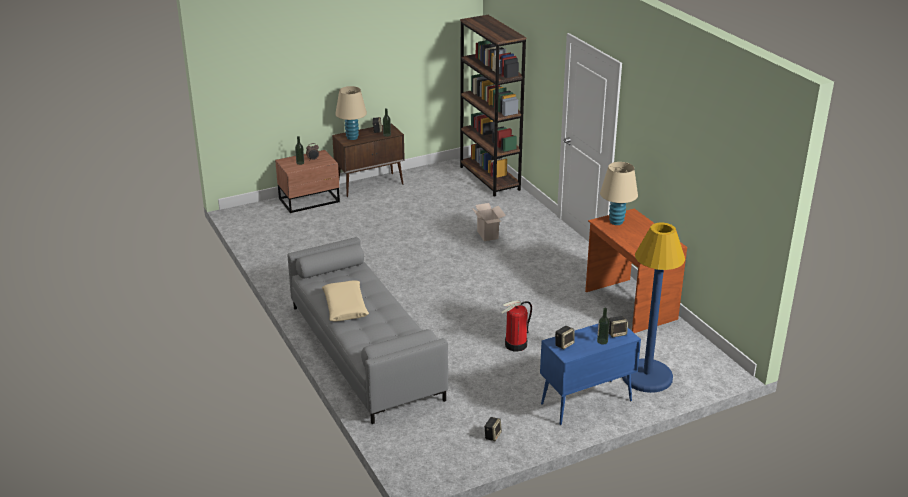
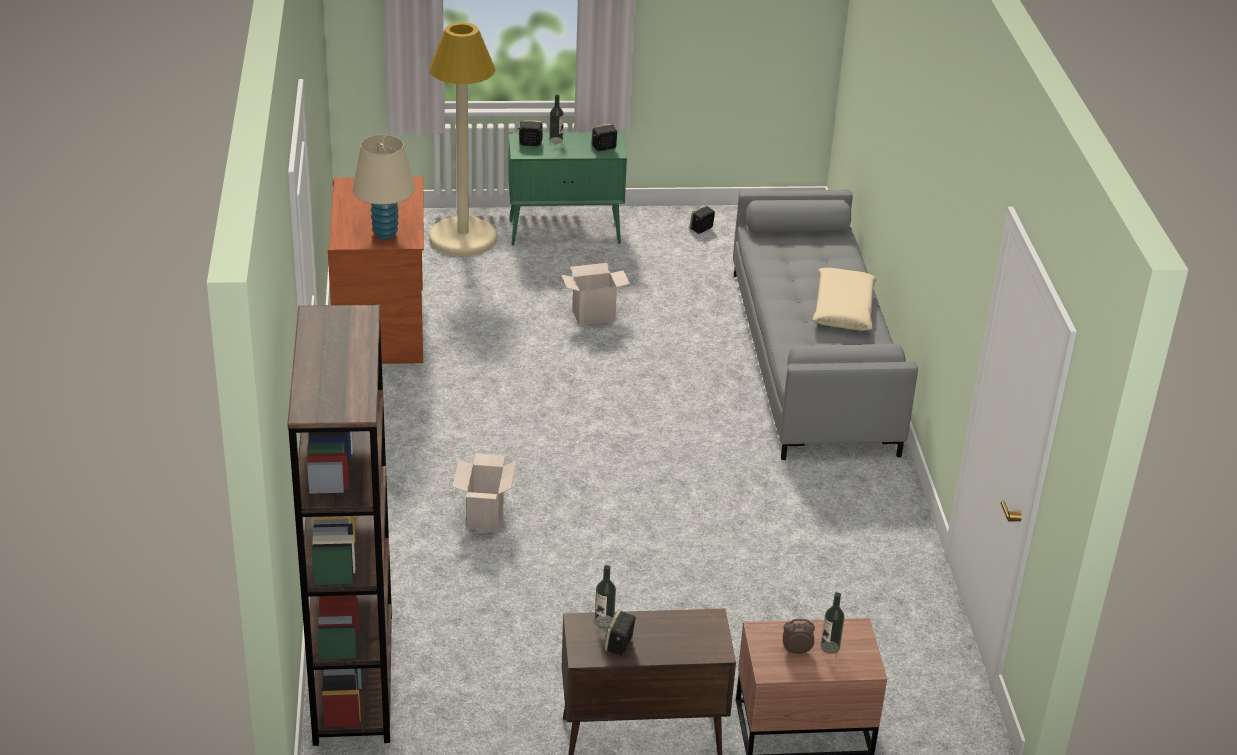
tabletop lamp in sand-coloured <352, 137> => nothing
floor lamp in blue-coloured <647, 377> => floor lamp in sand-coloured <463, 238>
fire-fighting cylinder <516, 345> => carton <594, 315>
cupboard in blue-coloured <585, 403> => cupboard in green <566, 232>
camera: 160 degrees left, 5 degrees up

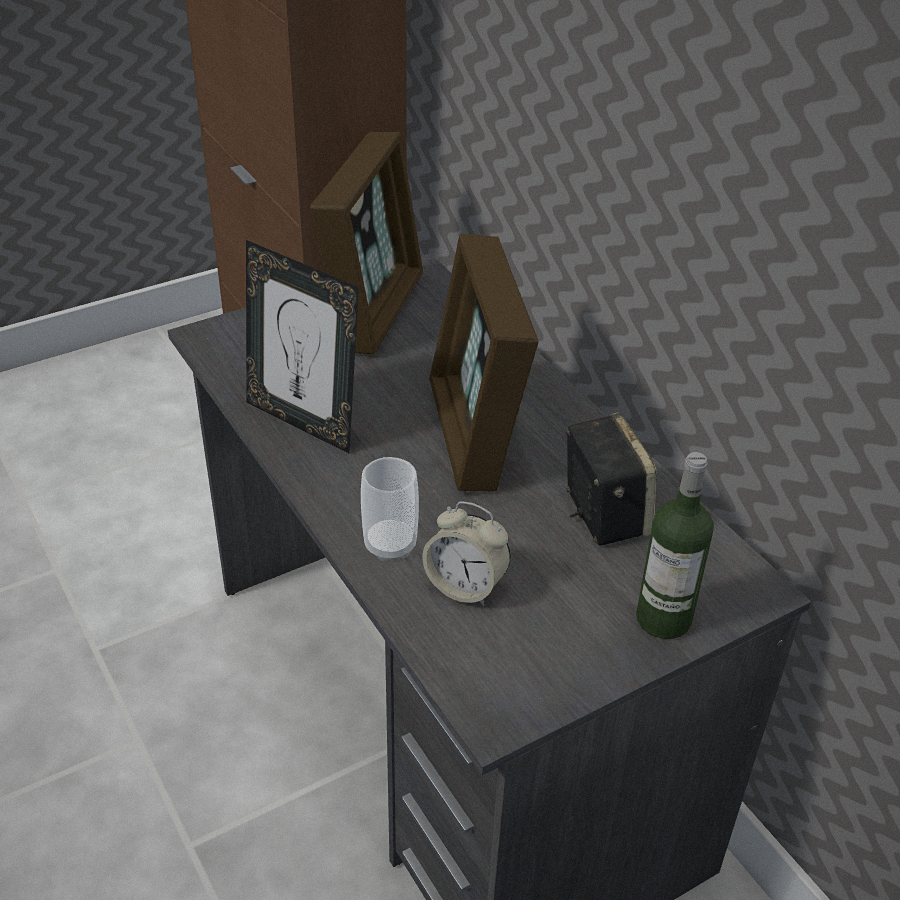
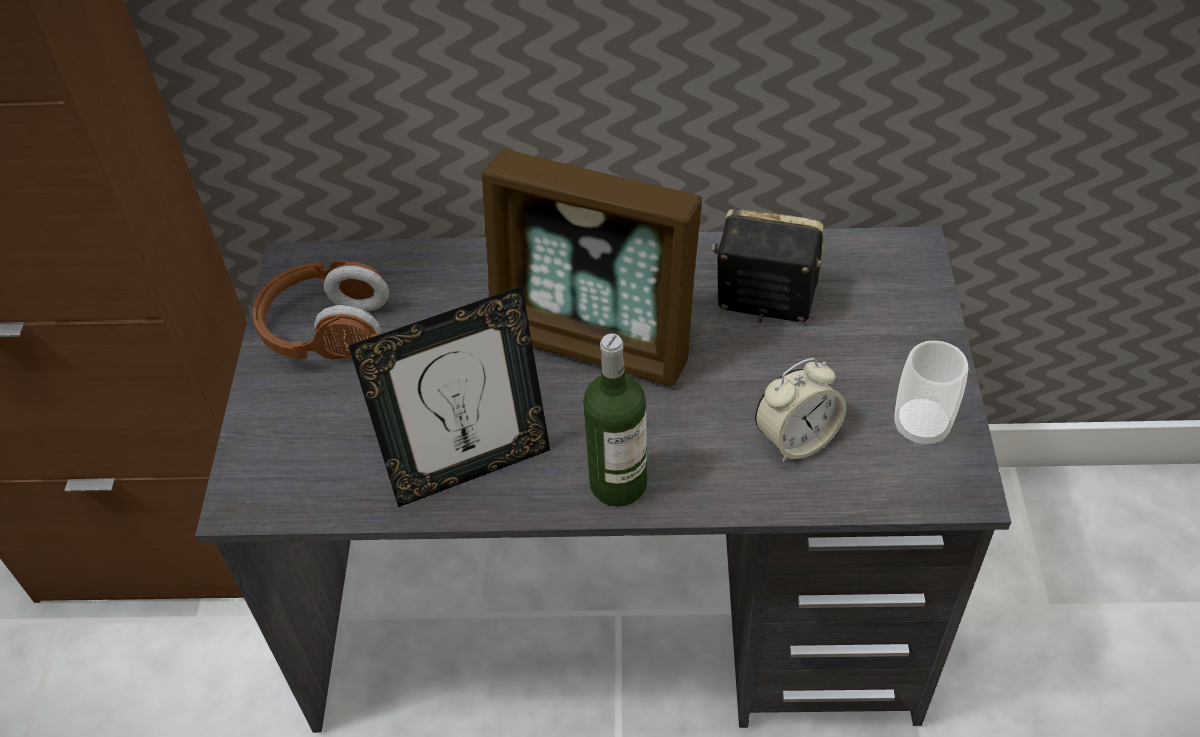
photo frame <373, 310> => headset in brown-coloured <328, 331>
drink bottle <663, 618> => drink bottle <618, 483>, relocated
drinking cup <390, 545> => drinking cup <921, 426>, relocated
camera: 55 degrees left, 10 degrees up

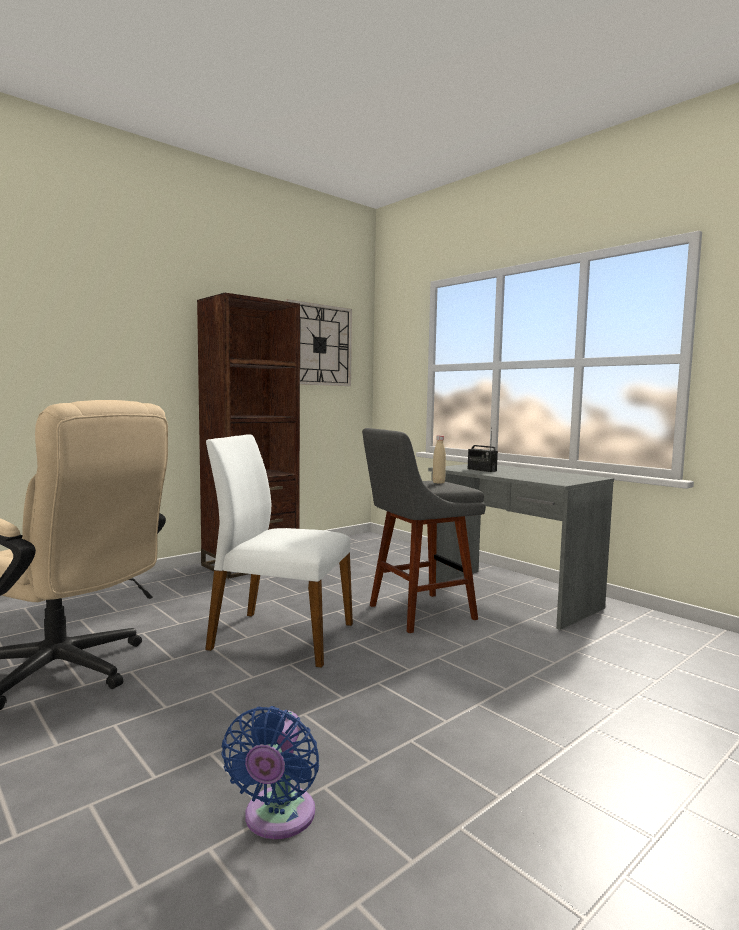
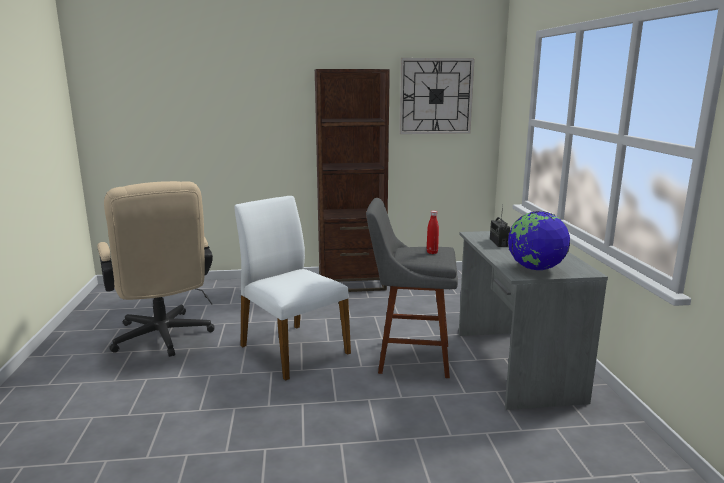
drink bottle in sand-coloured <438, 482> => drink bottle in red <432, 252>
fan in blue-coloured <277, 819> => nothing
nothing => globe <535, 268>
camera: 35 degrees right, 10 degrees up

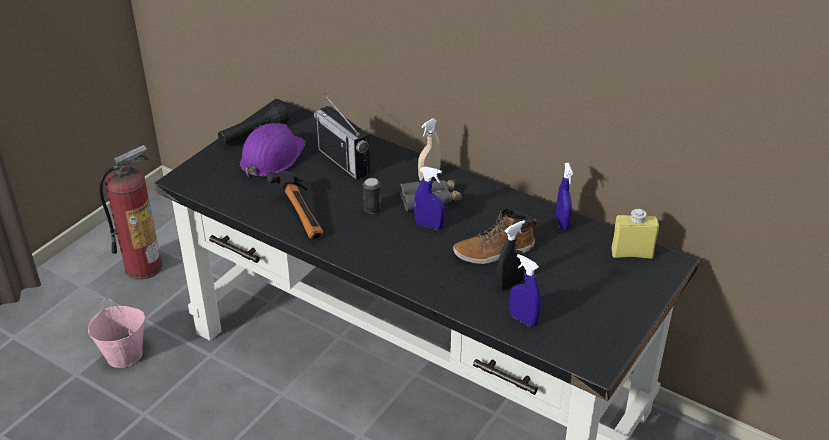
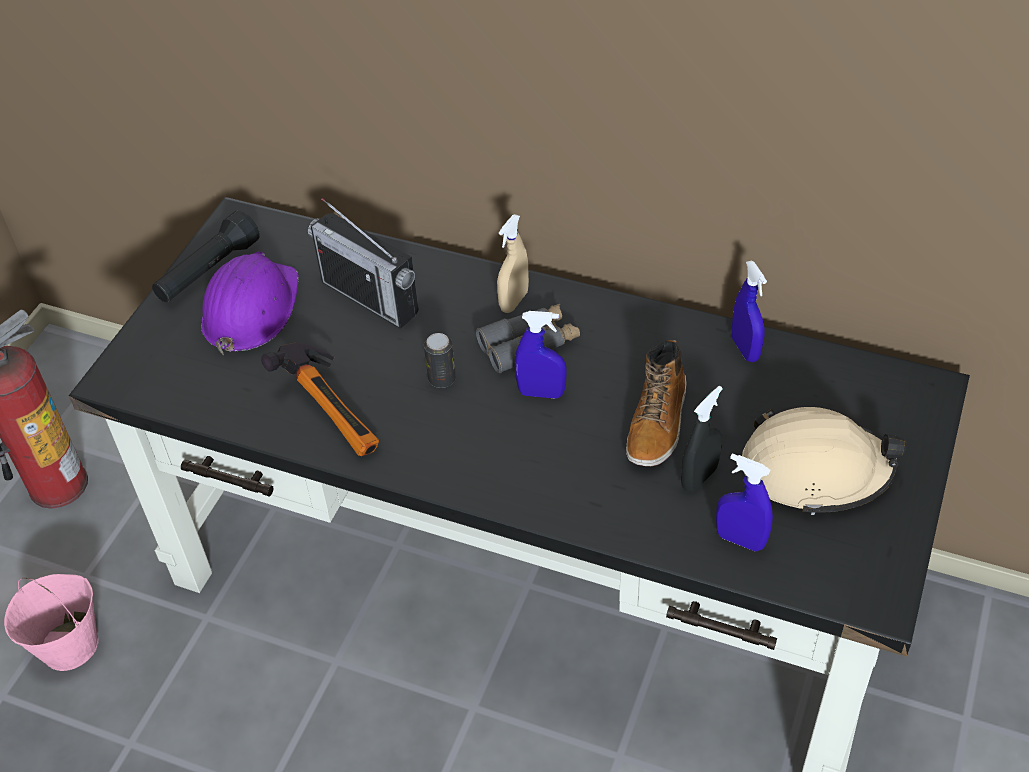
boot <494, 252> => boot <657, 423>, 45 degrees counterclockwise
drink bottle in yellowish <632, 254> => nothing
nothing => work helmet in sand-coloured <815, 470>
camera: 10 degrees left, 10 degrees up

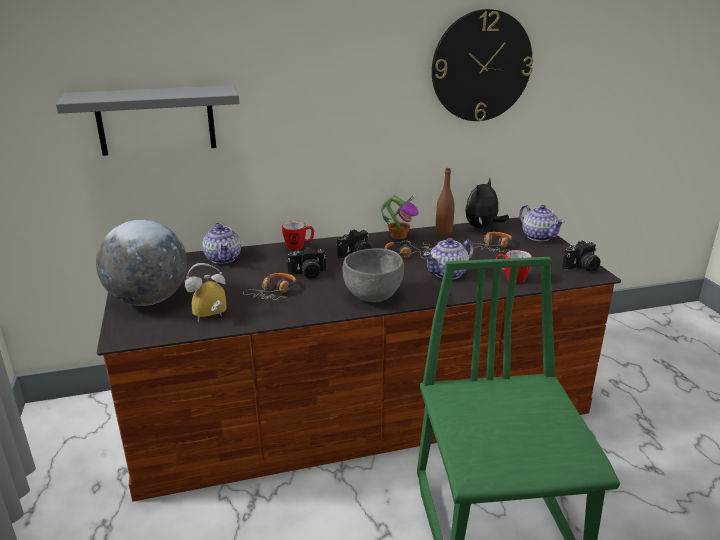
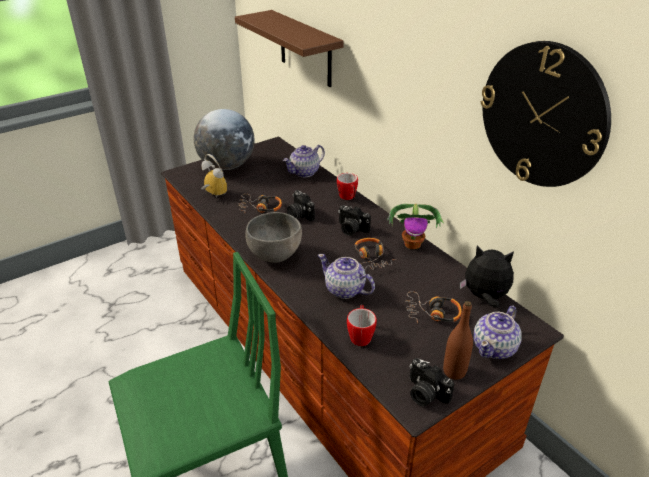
bracket shelf in gray <156, 120> => bracket shelf in brown-coloured <305, 49>
drink bottle in brown-coloured <443, 233> => drink bottle in brown-coloured <454, 371>, relocated
camera: 70 degrees right, 10 degrees up

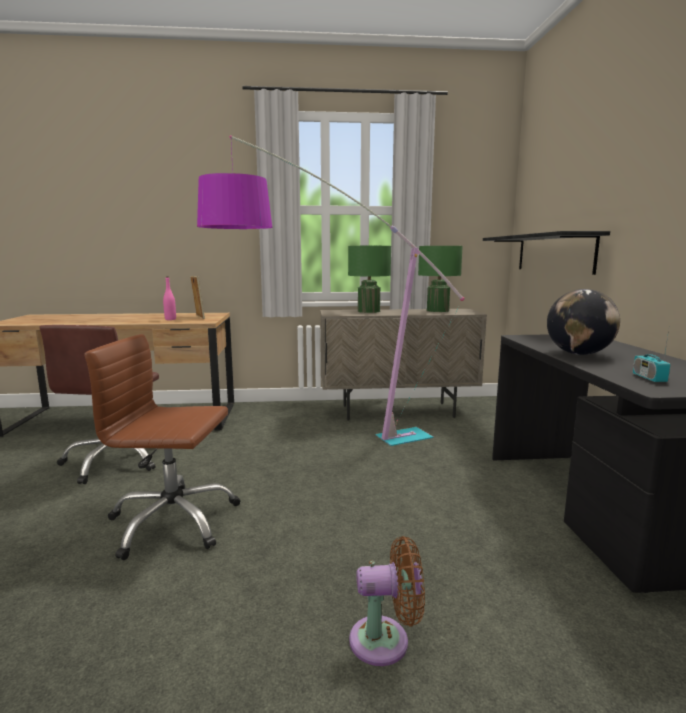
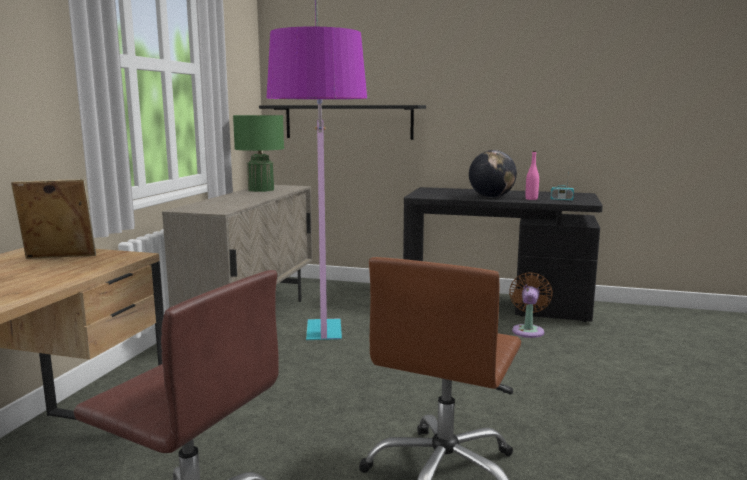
tabletop lamp in green <368, 311> => nothing
drink bottle in pinkish <170, 319> => drink bottle in pinkish <531, 199>, relocated
fan in brown-coloured <386, 640> => fan in brown-coloured <528, 330>, relocated
camera: 70 degrees left, 0 degrees up

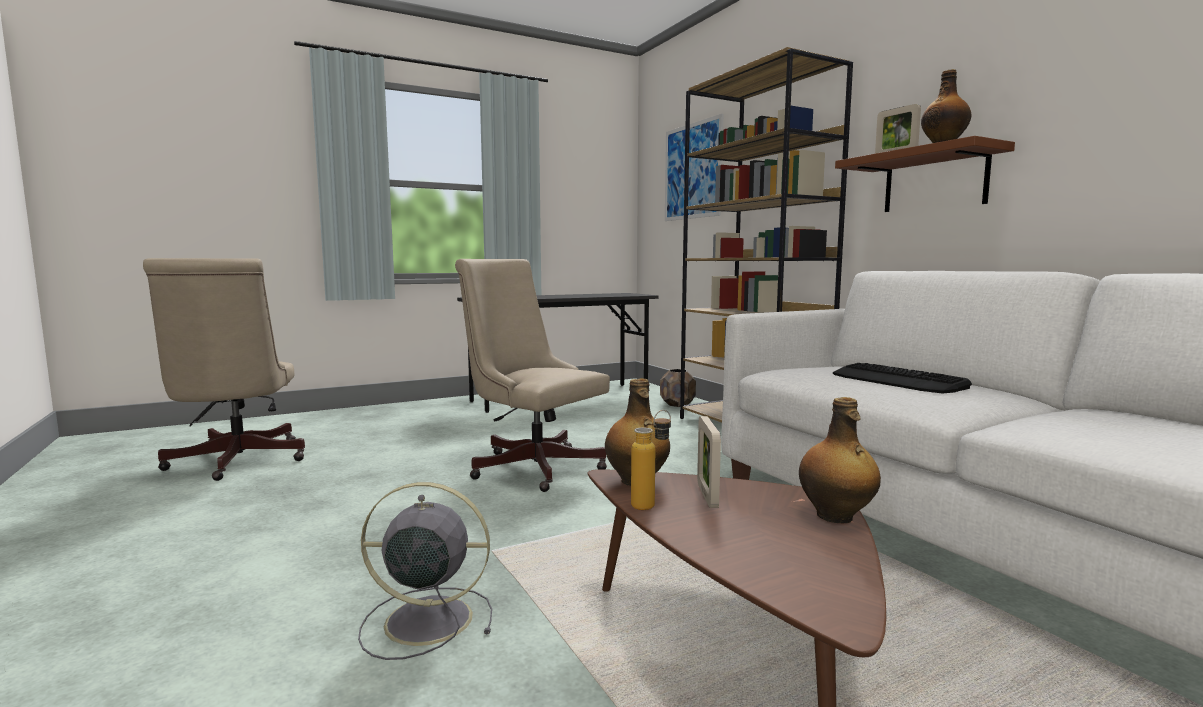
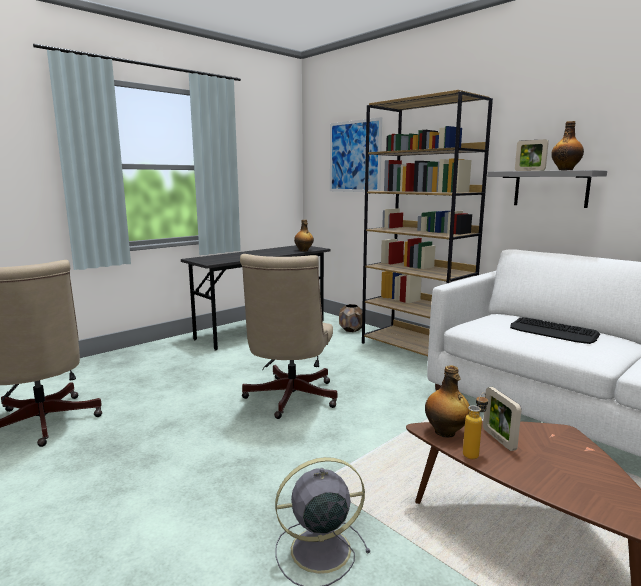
bracket shelf in brown-coloured <934, 181> => bracket shelf in gray <550, 189>
office chair in sand-coloured <531, 465> => office chair in sand-coloured <289, 399>, 105 degrees counterclockwise
drink bottle <835, 517> => drink bottle <303, 250>, relocated
camera: 15 degrees left, 5 degrees up

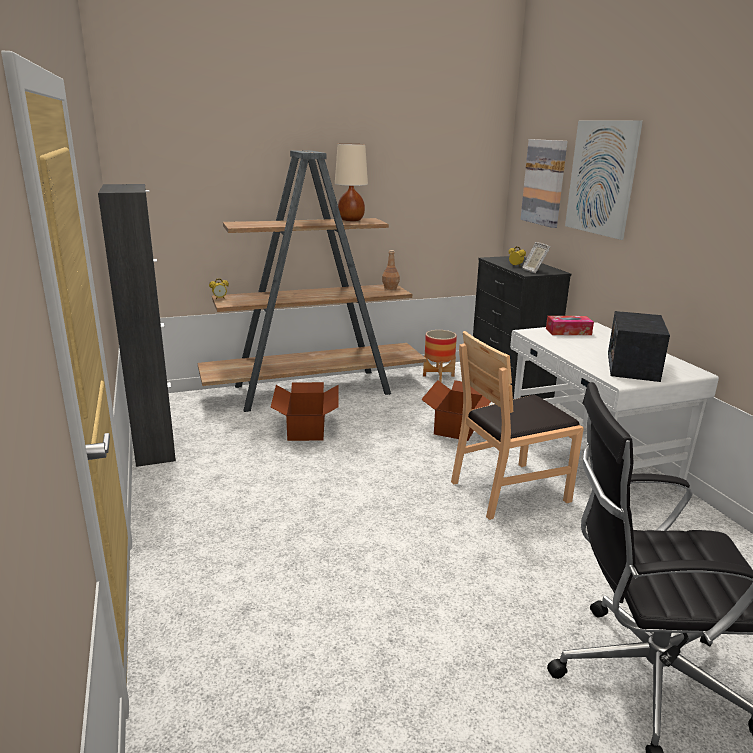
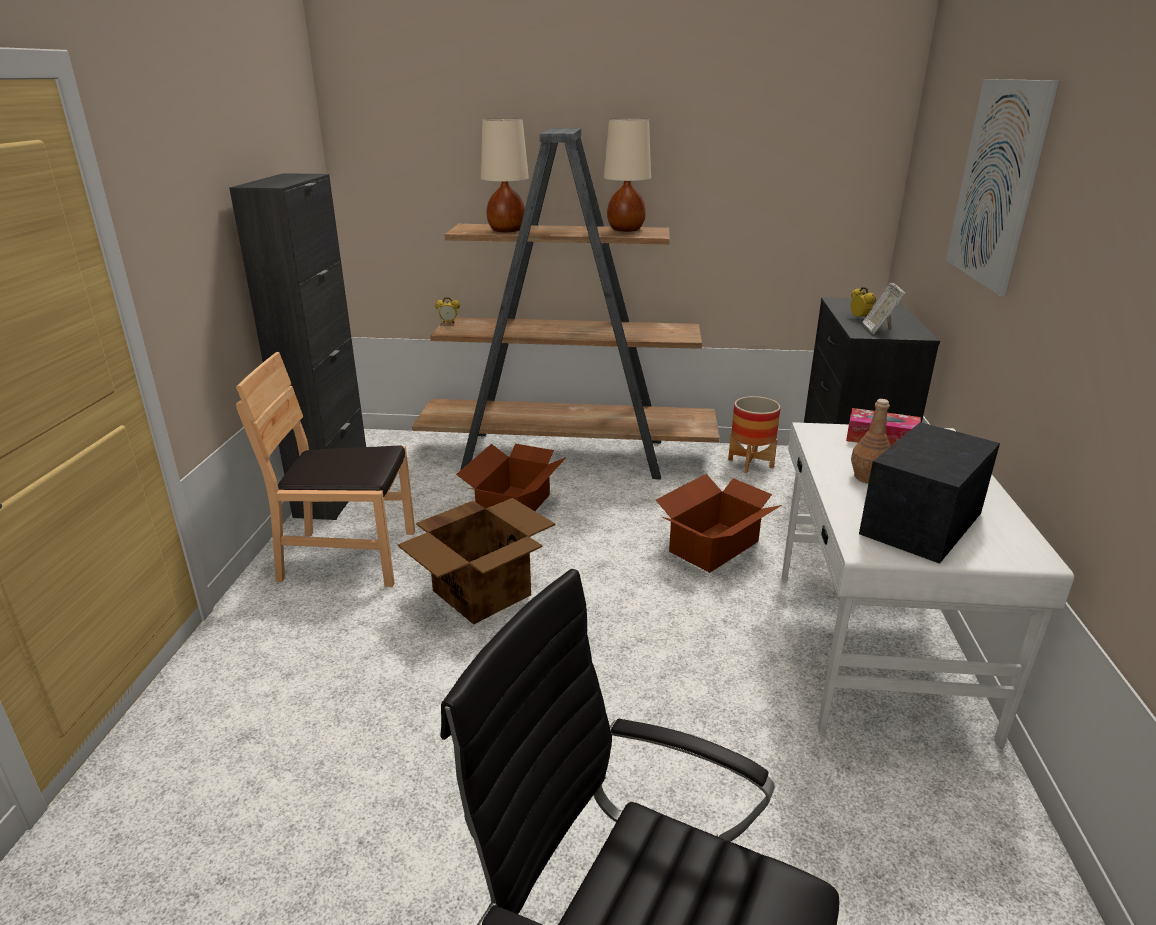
picture <544, 182> => nothing
drink bottle in brown-coloured <390, 288> => drink bottle in brown-coloured <868, 477>, relocated
upright chair in brown-coloured <509, 490> => upright chair in brown-coloured <349, 556>, relocated
nothing => tabletop lamp in sand-coloured <506, 231>
nothing => carton <483, 592>
camera: 25 degrees right, 5 degrees up

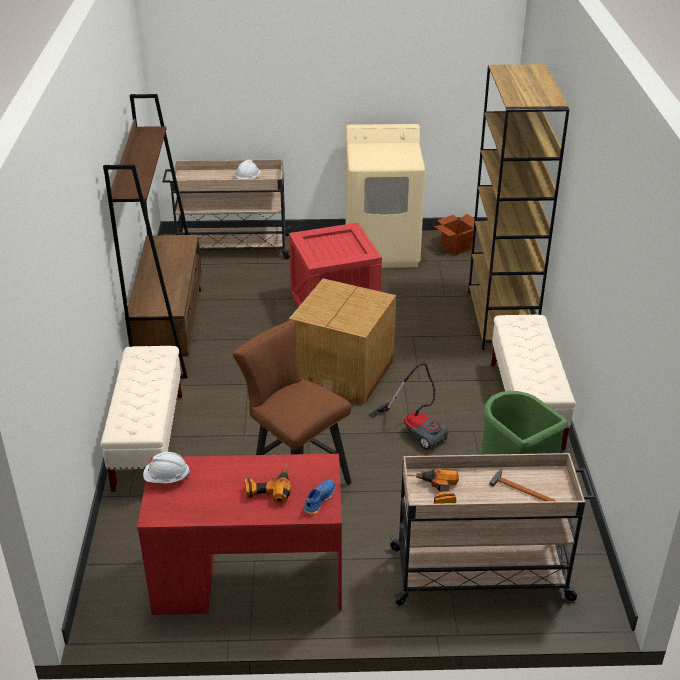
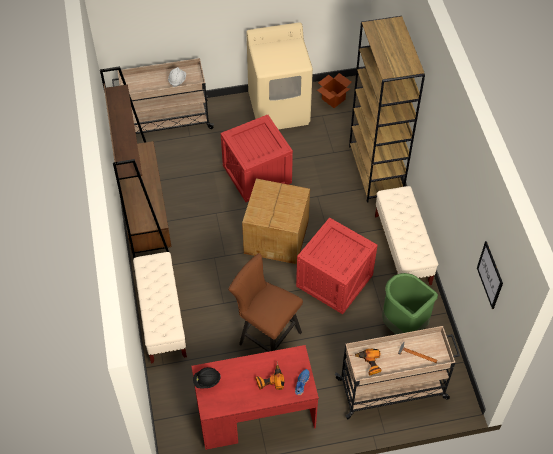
vacuum <416, 430> => crate <334, 281>
work helmet in white-coloured <166, 478> => work helmet in black-coloured <207, 381>
nothing => picture <490, 275>
camera: 10 degrees left, 20 degrees up

